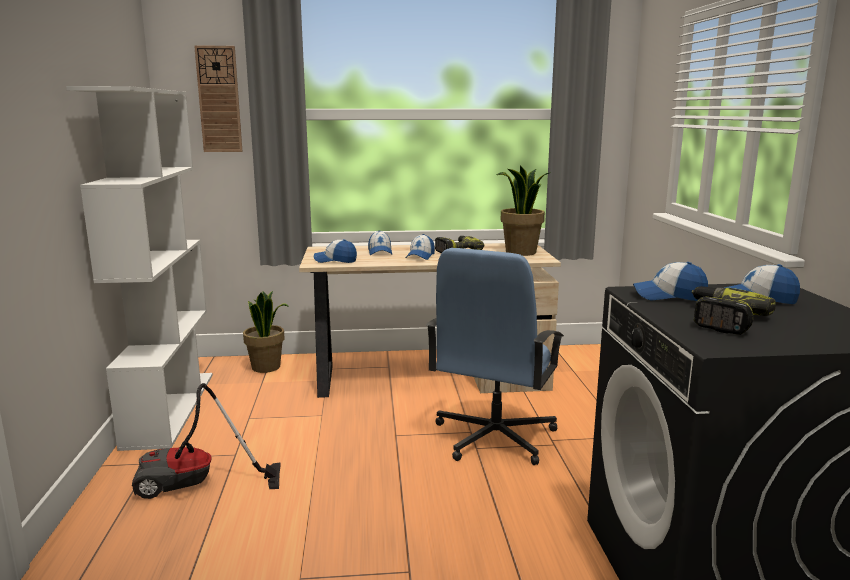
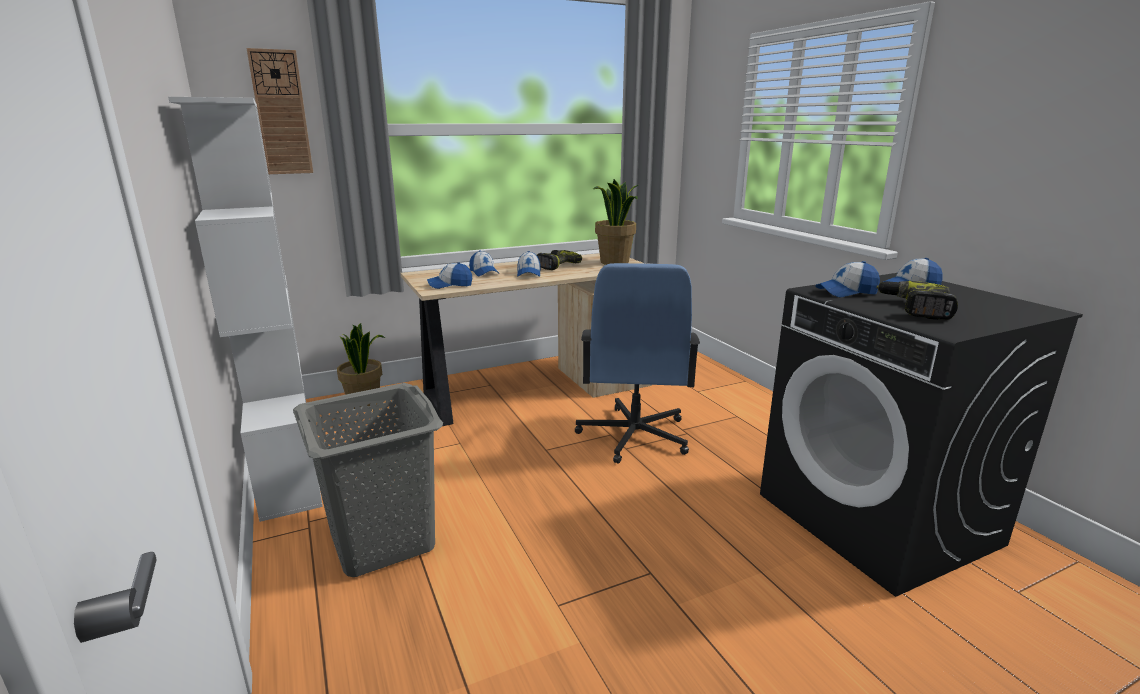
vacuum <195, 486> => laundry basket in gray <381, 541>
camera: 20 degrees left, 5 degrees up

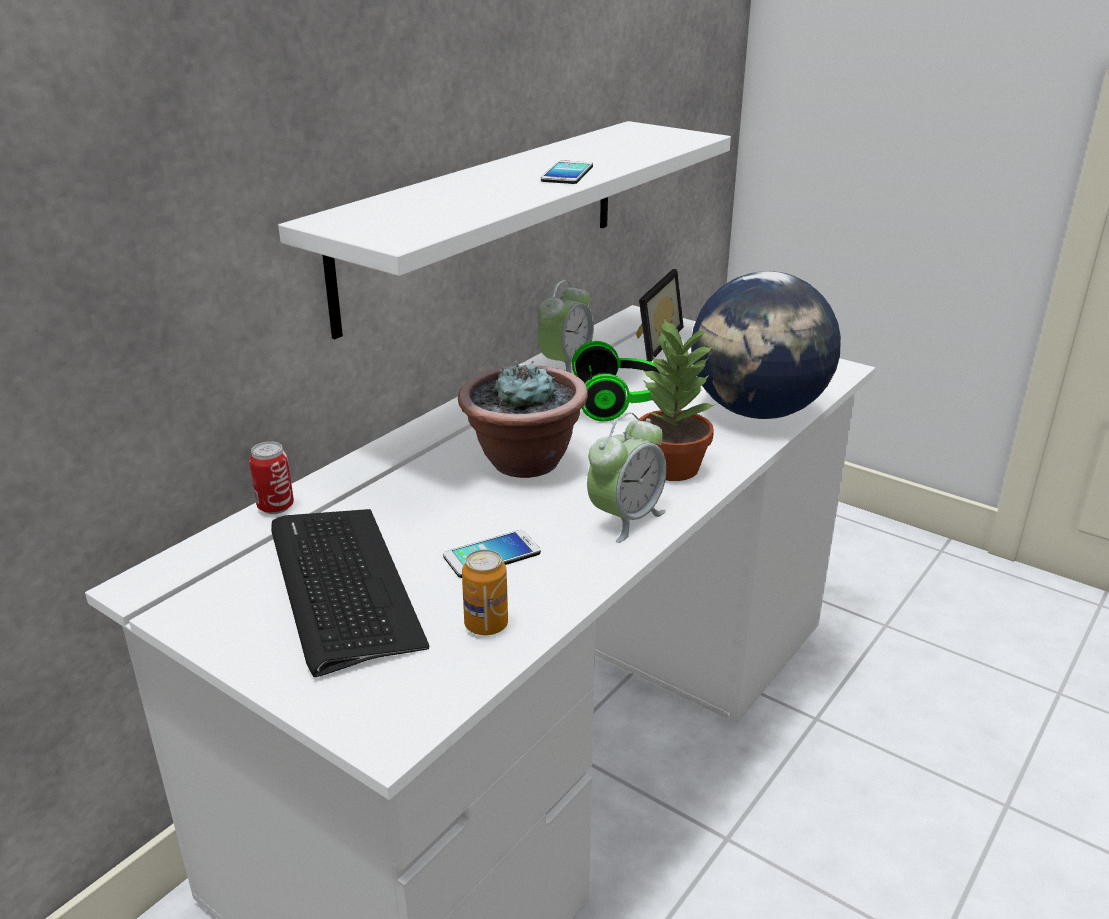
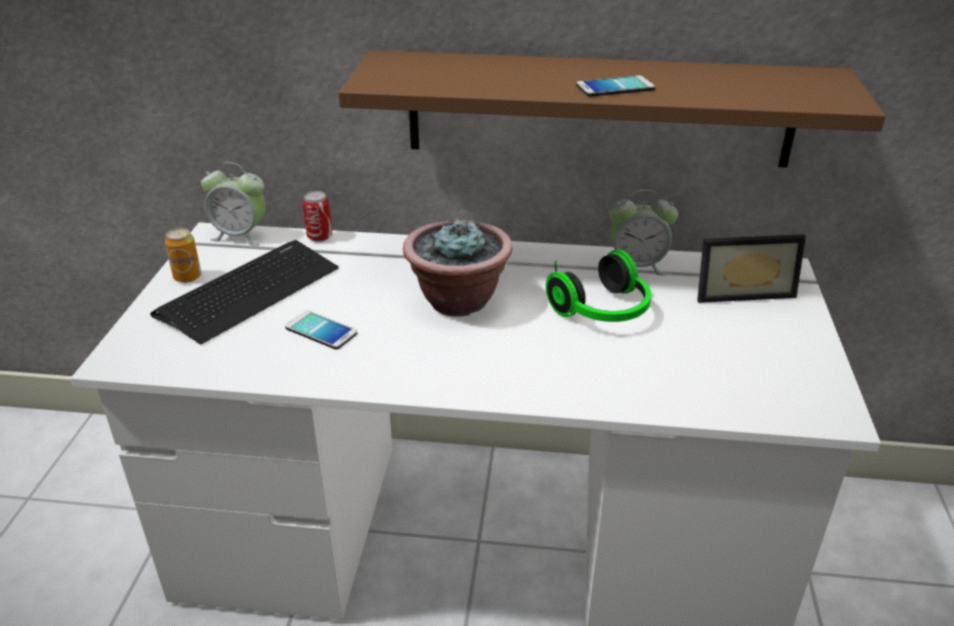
bracket shelf in white-coloured <485, 220> => bracket shelf in brown-coloured <598, 109>
globe <758, 411> => nothing
potted plant <670, 467> => nothing
bedside clock <625, 518> => bedside clock <240, 235>, relocated
sealed can <486, 625> => sealed can <187, 277>, relocated
camera: 60 degrees right, 5 degrees up

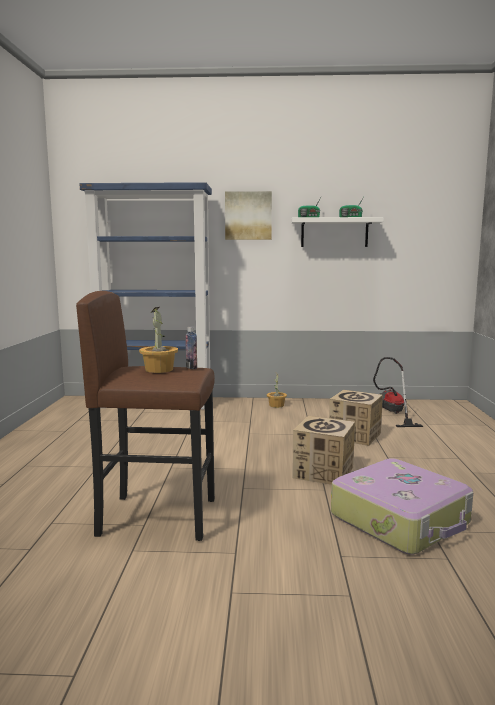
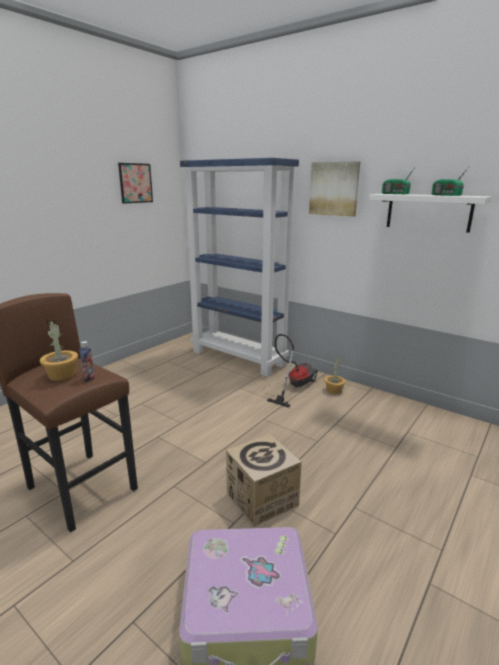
vacuum <392, 413> => vacuum <294, 386>, relocated
carton <355, 436> => nothing
nothing => picture <135, 183>
camera: 35 degrees right, 10 degrees up

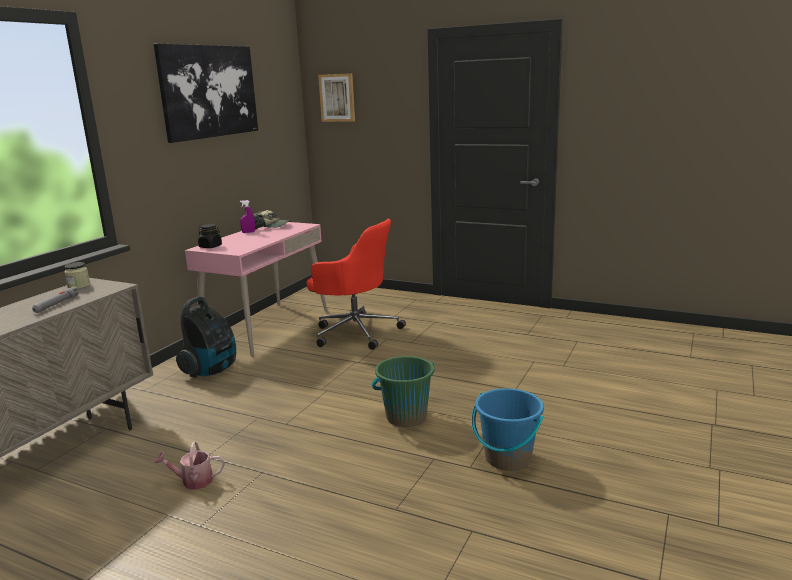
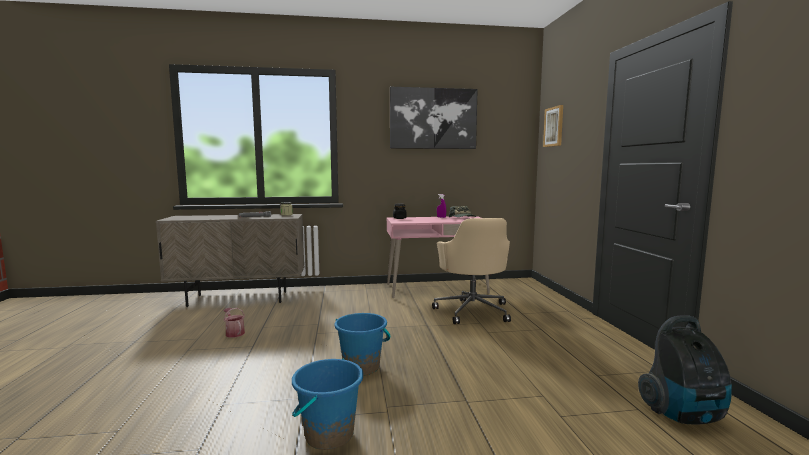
office chair in red <355, 332> => office chair in sand-coloured <472, 310>
vacuum <211, 370> => vacuum <683, 415>, relocated
bucket in green <406, 417> => bucket in blue-coloured <361, 367>
camera: 55 degrees right, 10 degrees down

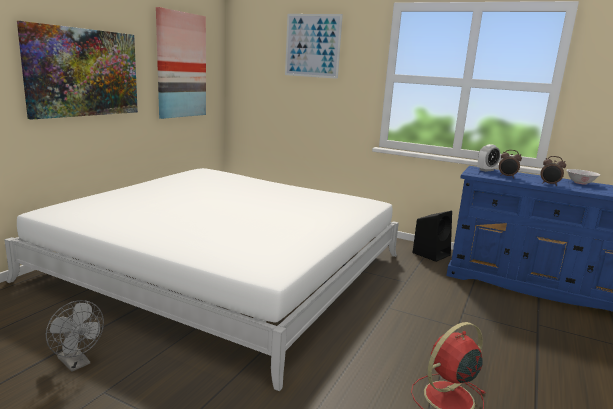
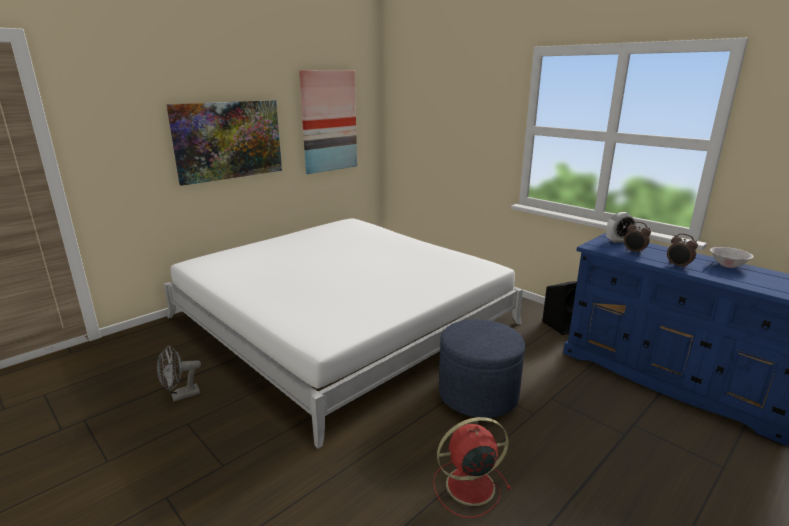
picture <312, 46> => nothing
fan in gray <77, 363> => fan in gray <181, 396>, 90 degrees clockwise
nothing => pouffe in blue-coloured <478, 394>
camera: 20 degrees right, 5 degrees up

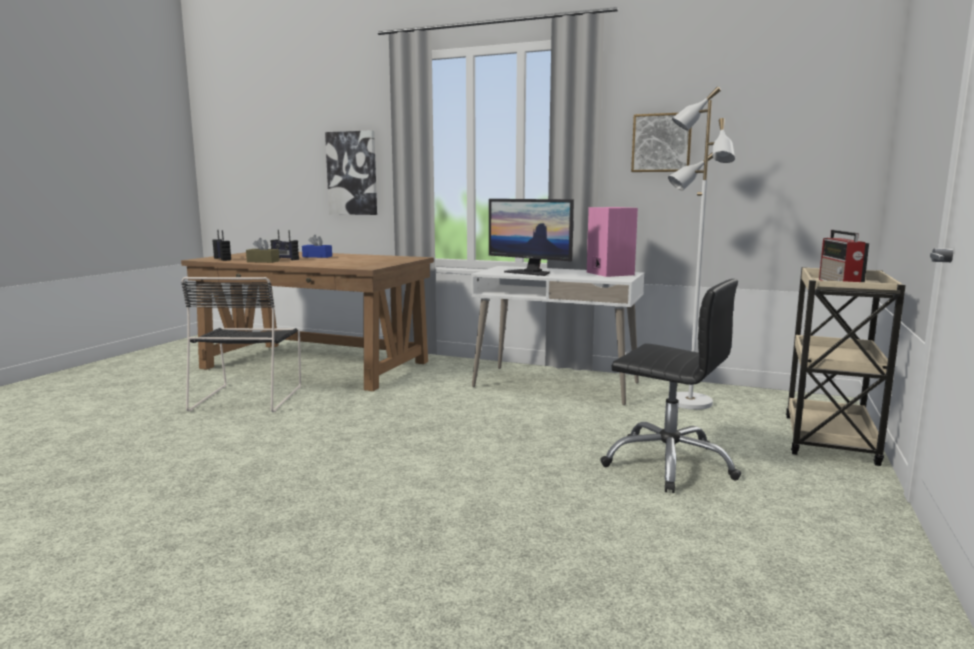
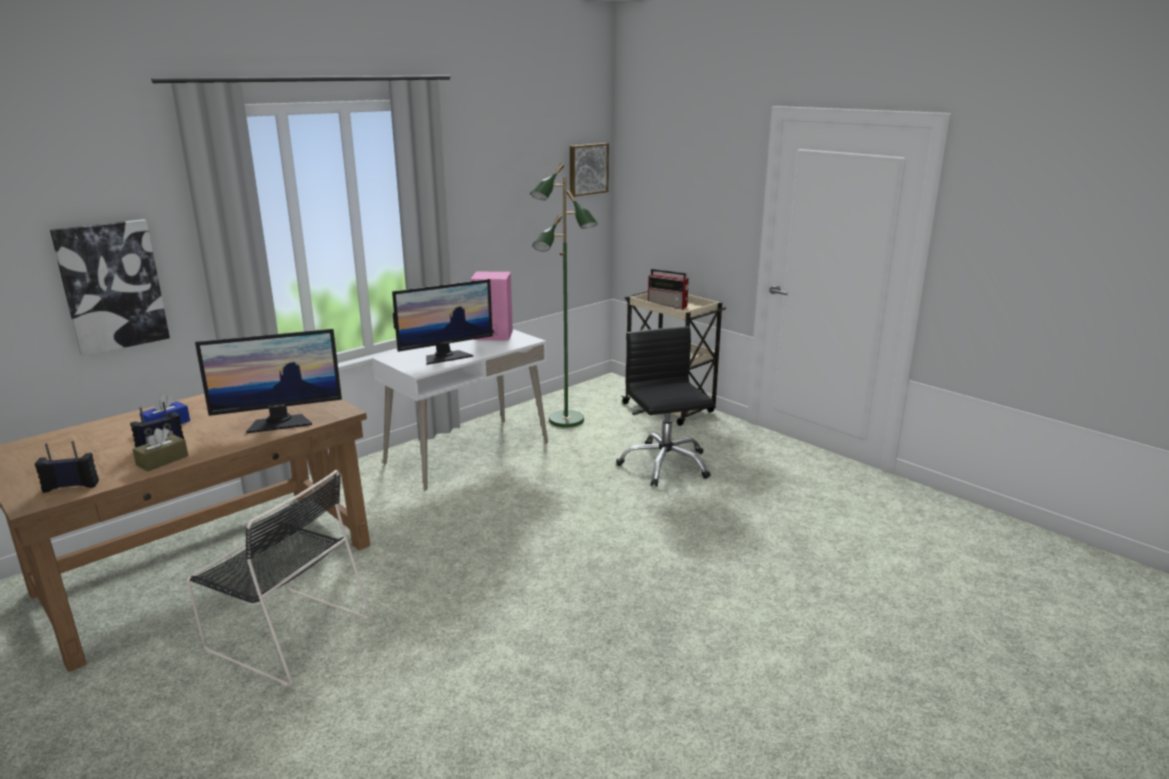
floor lamp in white-coloured <688, 402> => floor lamp in green <566, 420>
picture <661, 143> => picture <587, 169>, relocated
office chair in black-coloured <669, 463> => office chair in black-coloured <664, 464>, 75 degrees counterclockwise
nothing => computer screen <279, 423>
camera: 65 degrees left, 10 degrees up

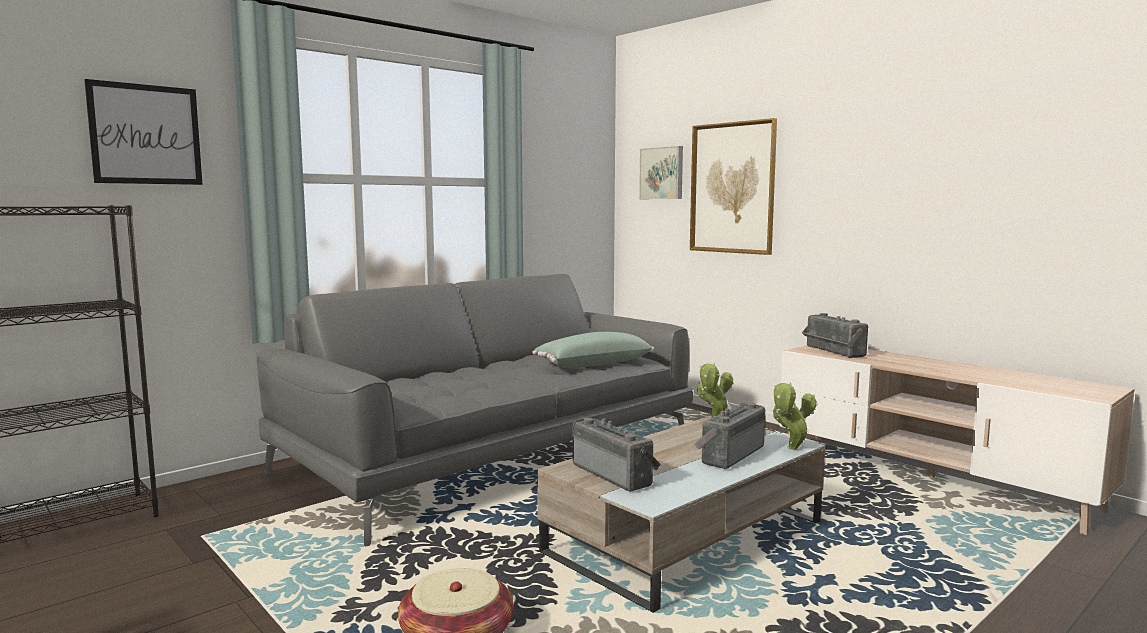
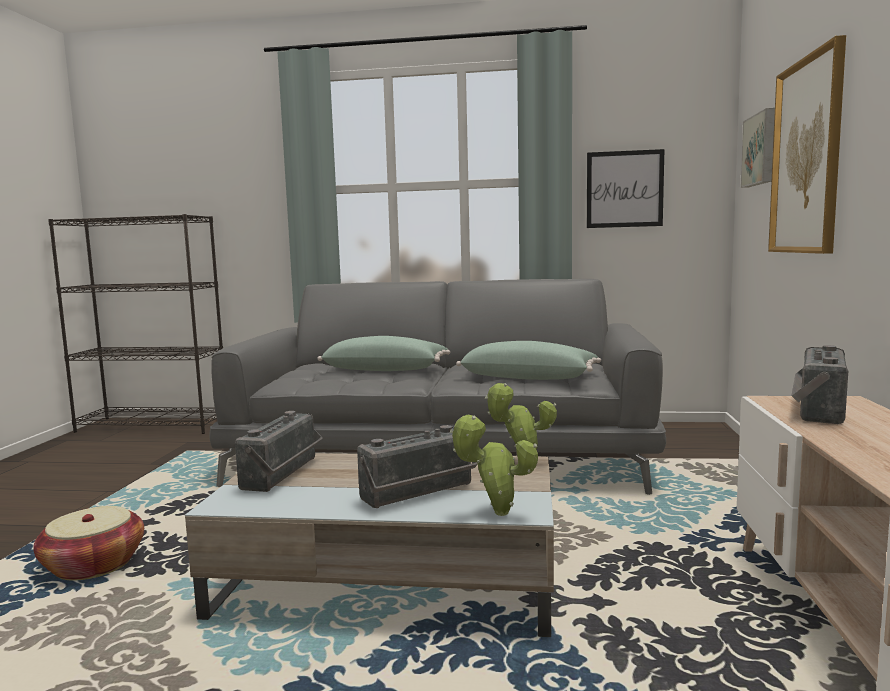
picture <146, 134> => picture <624, 189>, relocated
radio set <729, 454> => radio set <419, 494>, 150 degrees clockwise
nothing => cushion in green <386, 370>
camera: 50 degrees right, 0 degrees up

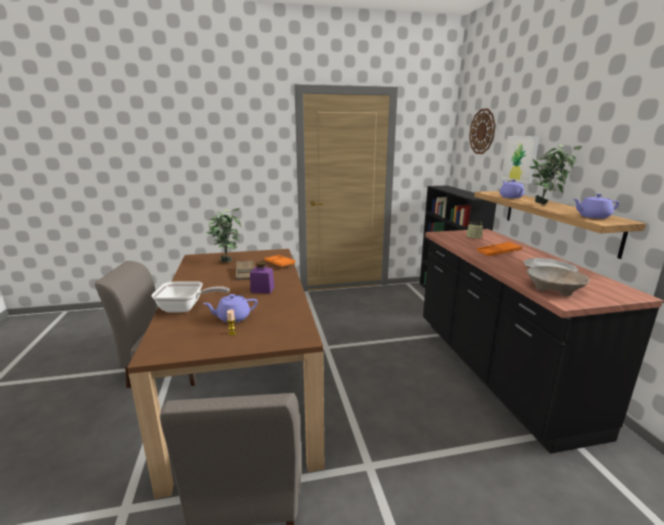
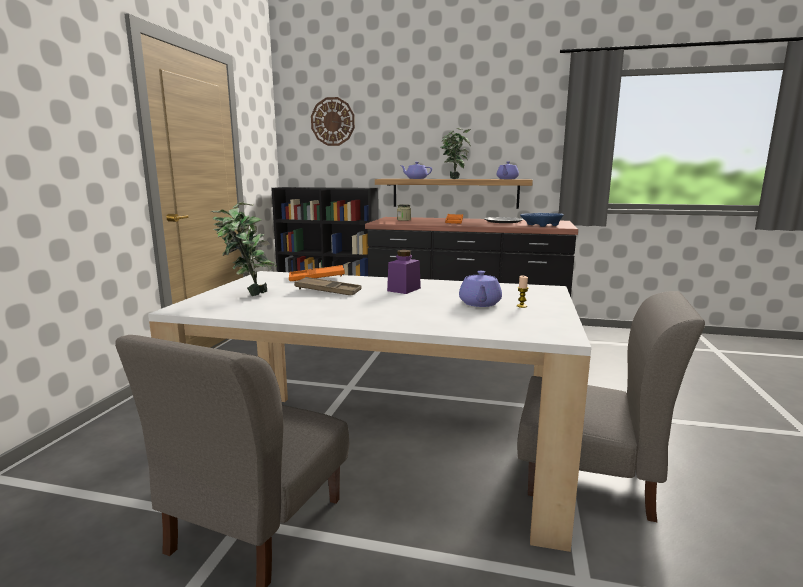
picture <520, 158> => nothing
dinner table in brown-coloured <245, 386> => dinner table in white-coloured <381, 454>
bowl in sand-coloured <554, 288> => bowl in blue-coloured <540, 225>
skillet <186, 308> => nothing
camera: 65 degrees left, 5 degrees down

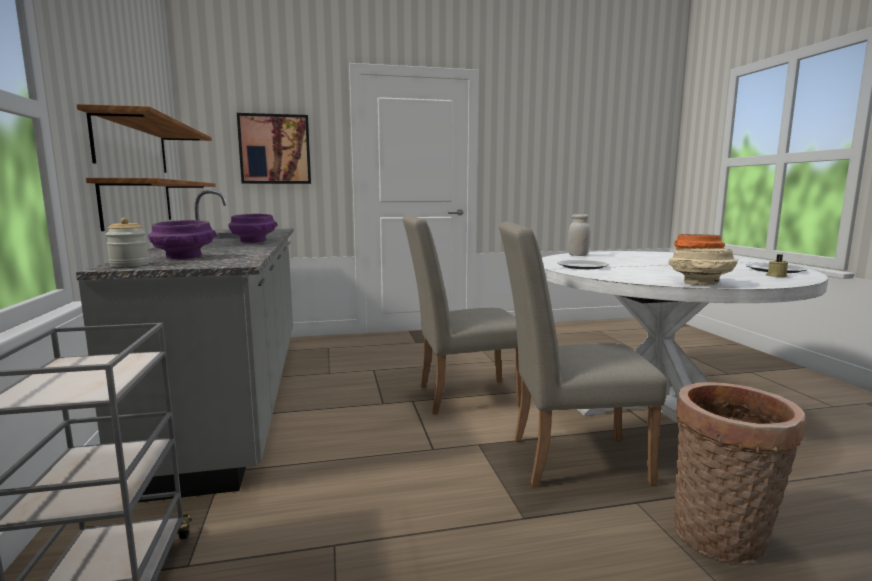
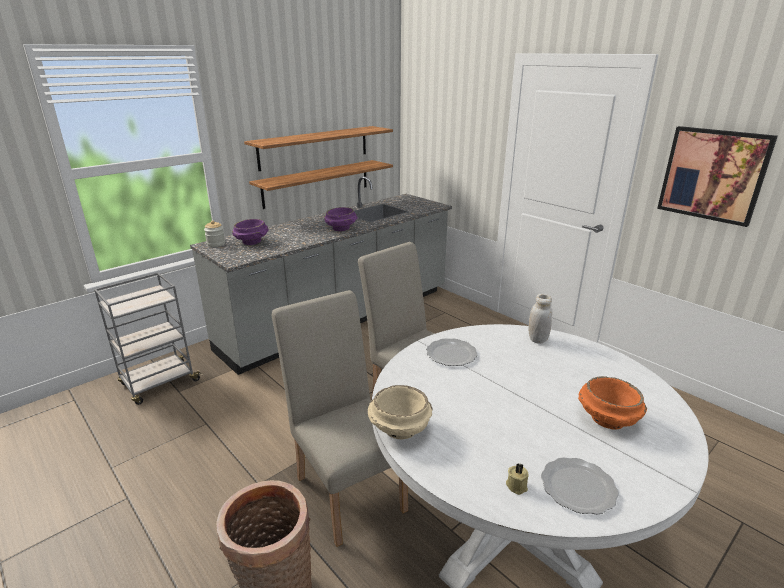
picture <275, 149> => picture <713, 175>, relocated
camera: 60 degrees right, 15 degrees up

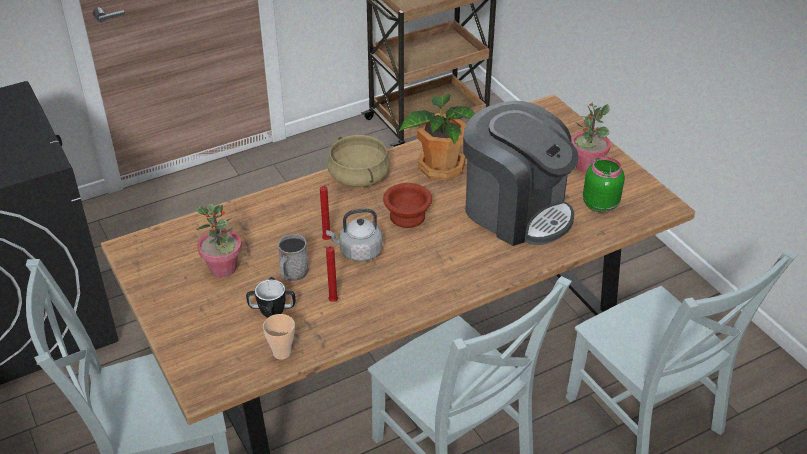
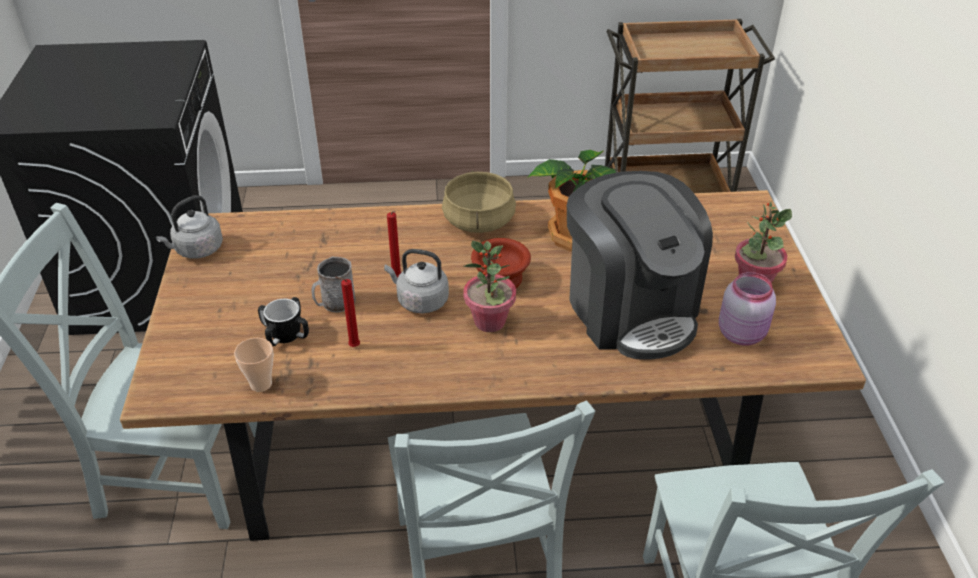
storage jar in green <600, 204> => storage jar in pinkish <742, 333>
potted plant <223, 269> => potted plant <490, 322>, relocated
nothing => water kettle in gray <197, 250>
camera: 25 degrees right, 0 degrees up

